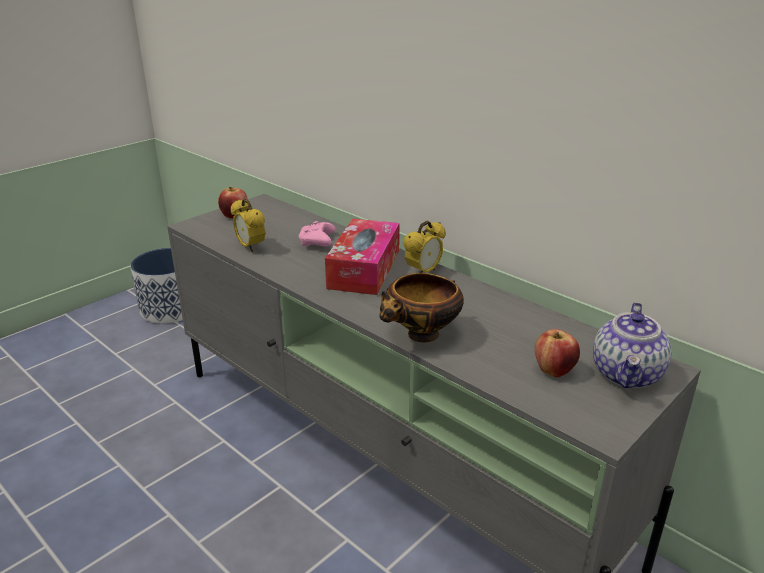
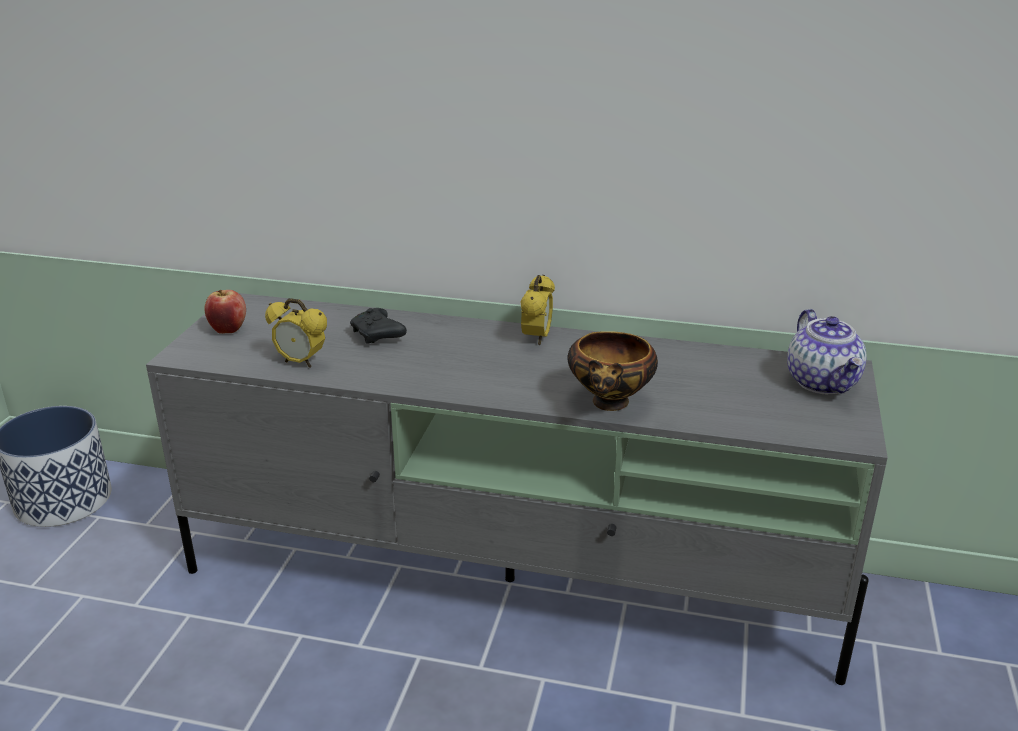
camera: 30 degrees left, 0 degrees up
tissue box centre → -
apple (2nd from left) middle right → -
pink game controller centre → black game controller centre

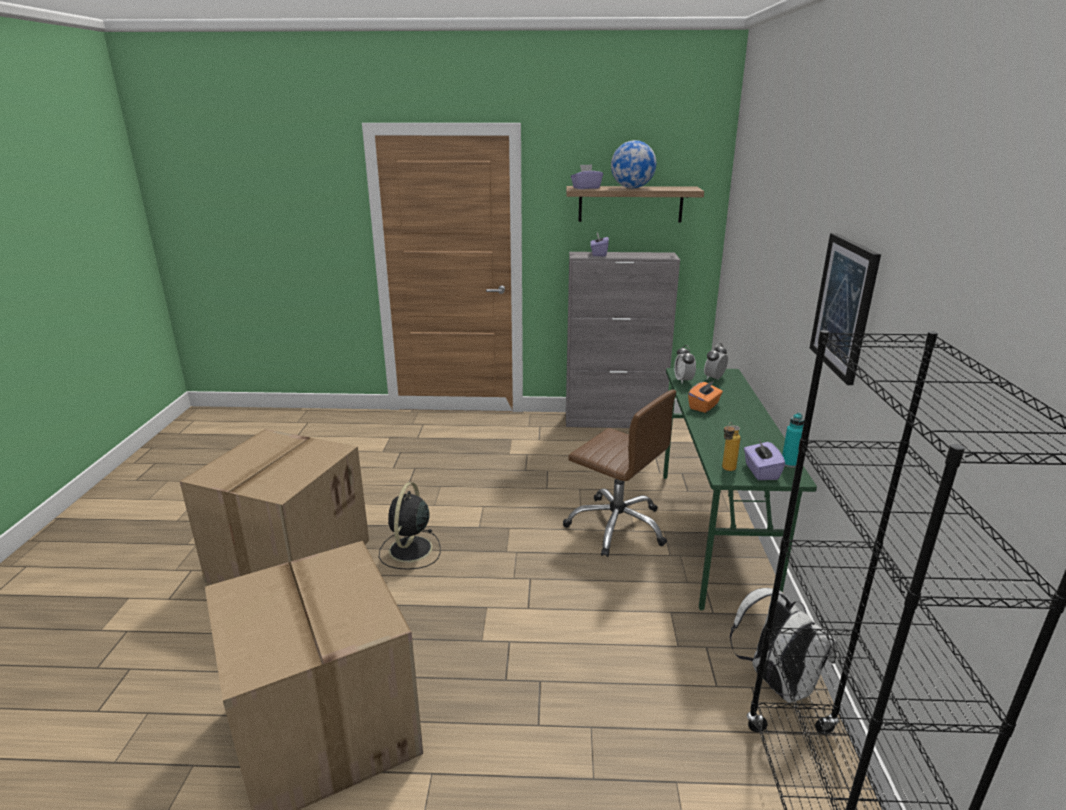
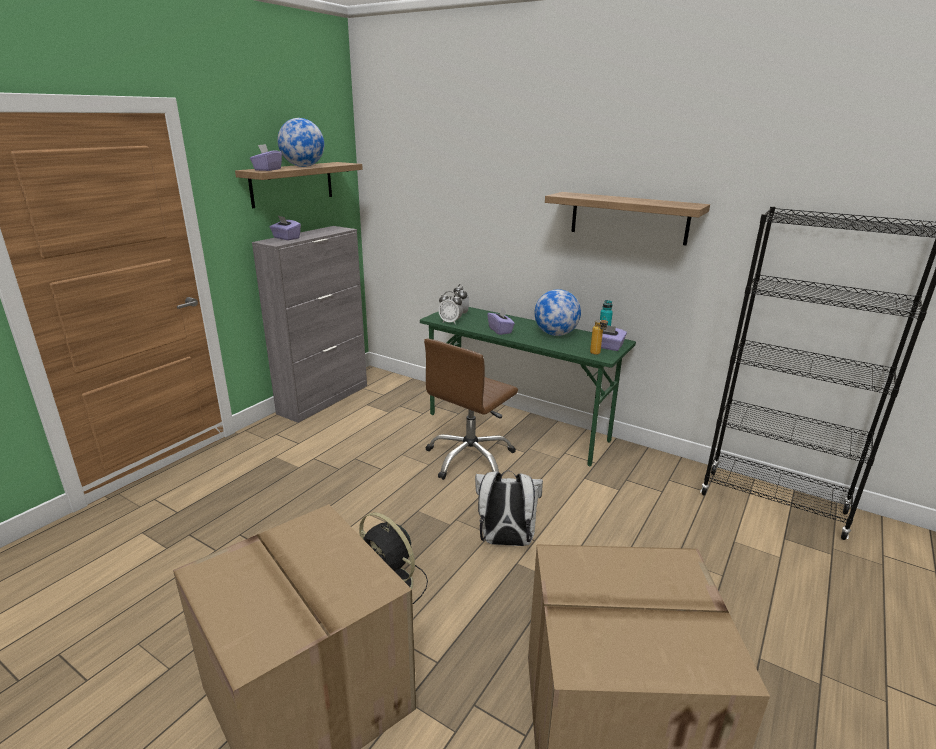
camera: 60 degrees left, 0 degrees up
- → globe (2nd from left) centre
white backpack bottom right → white backpack bottom centre, move
picture middle right → shelf (2nd from left) top right
orange tissue box centre → purple tissue box (3rd from left) centre
brown office chair centre, 150 degrees clockwise

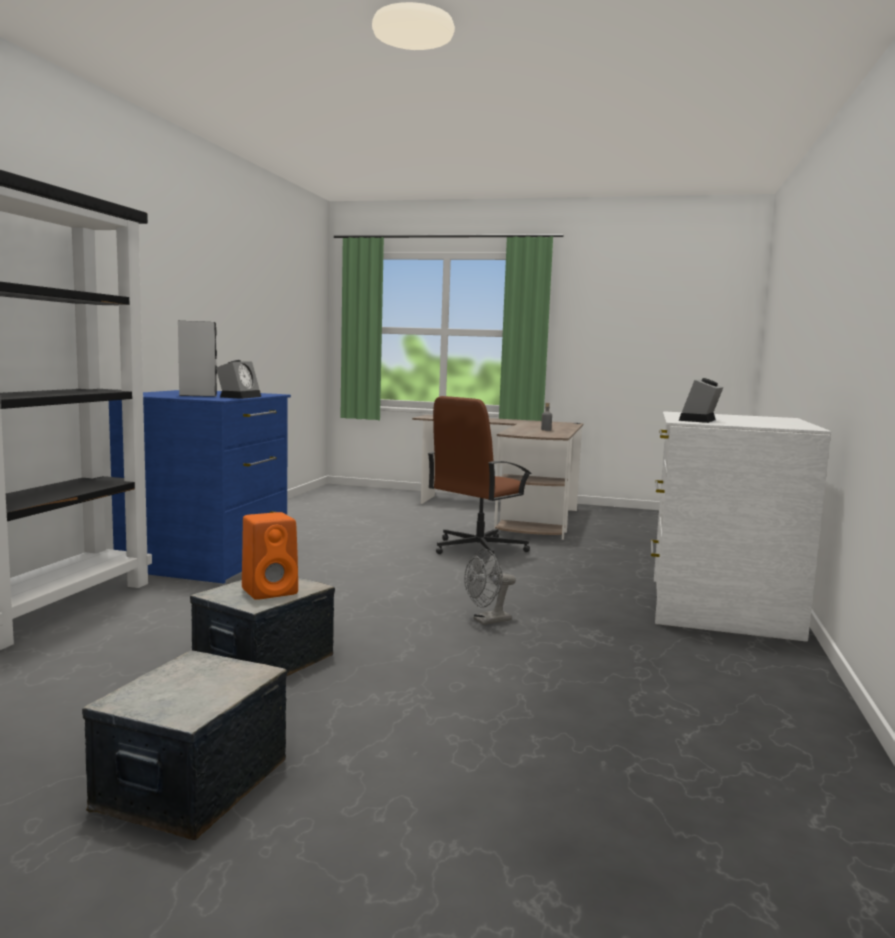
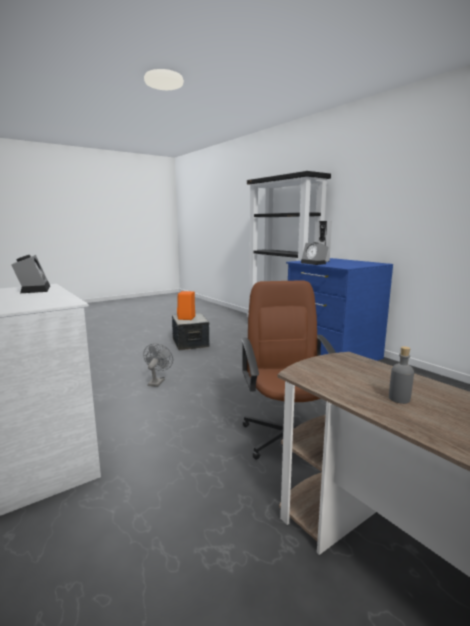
camera: 130 degrees right, 5 degrees up
storage box (1st from left) bottom left → -

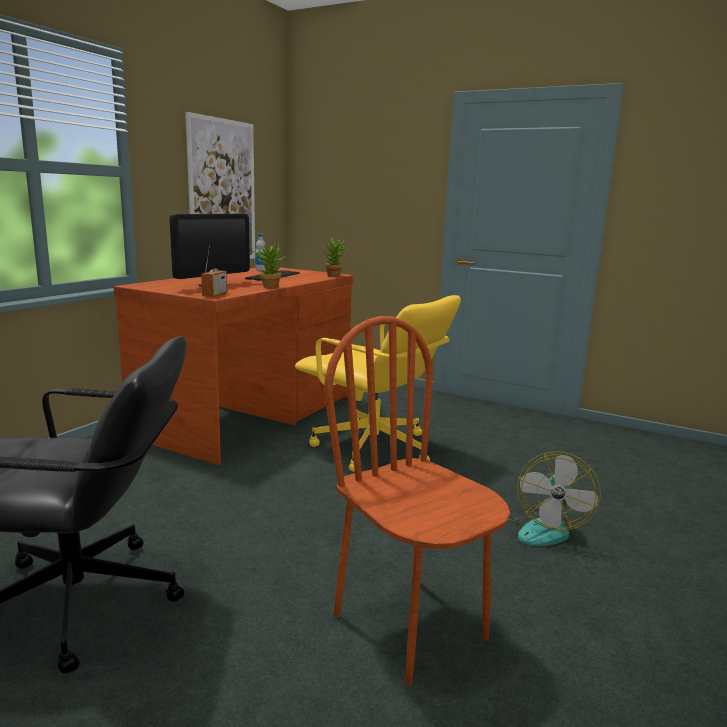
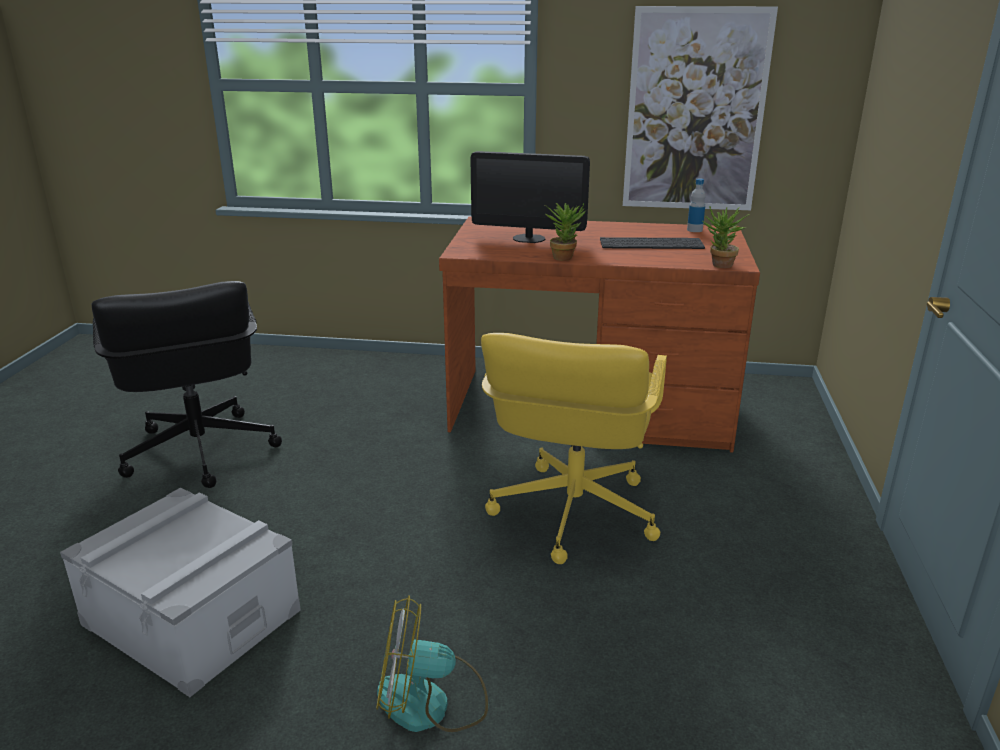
camera: 70 degrees right, 10 degrees up
radio middle left → -
brown chair bottom centre → grey storage box bottom left

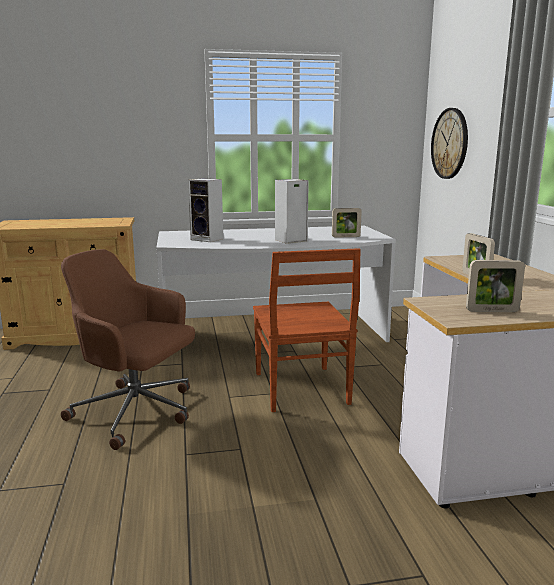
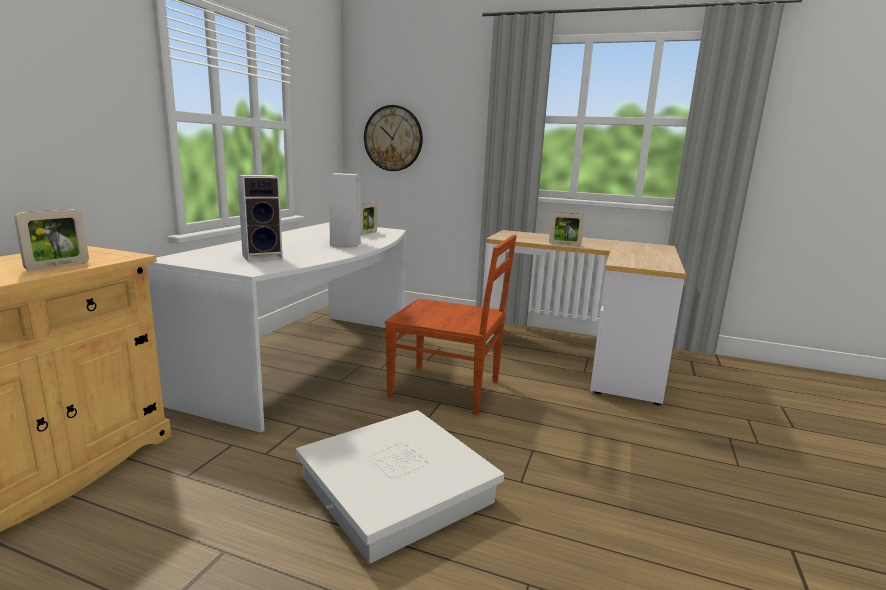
camera: 60 degrees left, 0 degrees up
picture frame (3rd from left in the first image) middle right → picture frame (1st from left) middle left, move
brown office chair middle left → white storage box bottom centre

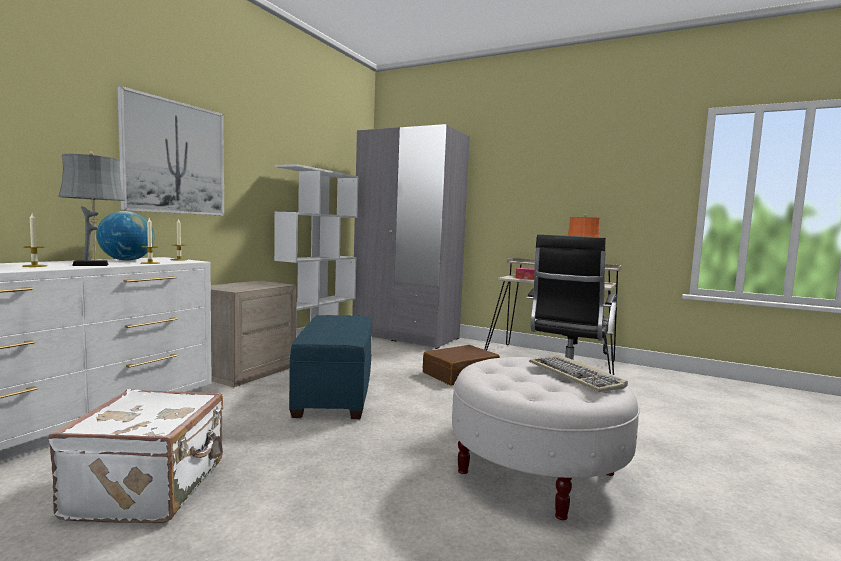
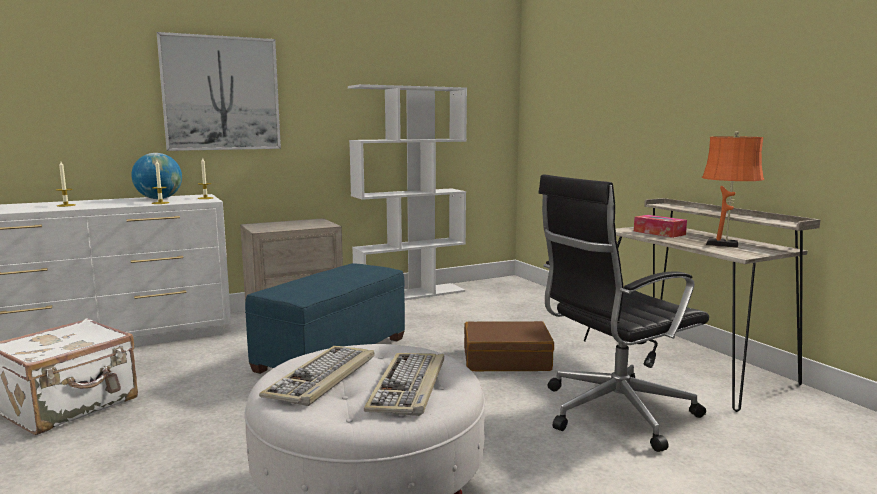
camera: 35 degrees right, 5 degrees up
grey table lamp middle left → -
grey wardrobe centre → -
- → keyboard (1st from left) bottom centre

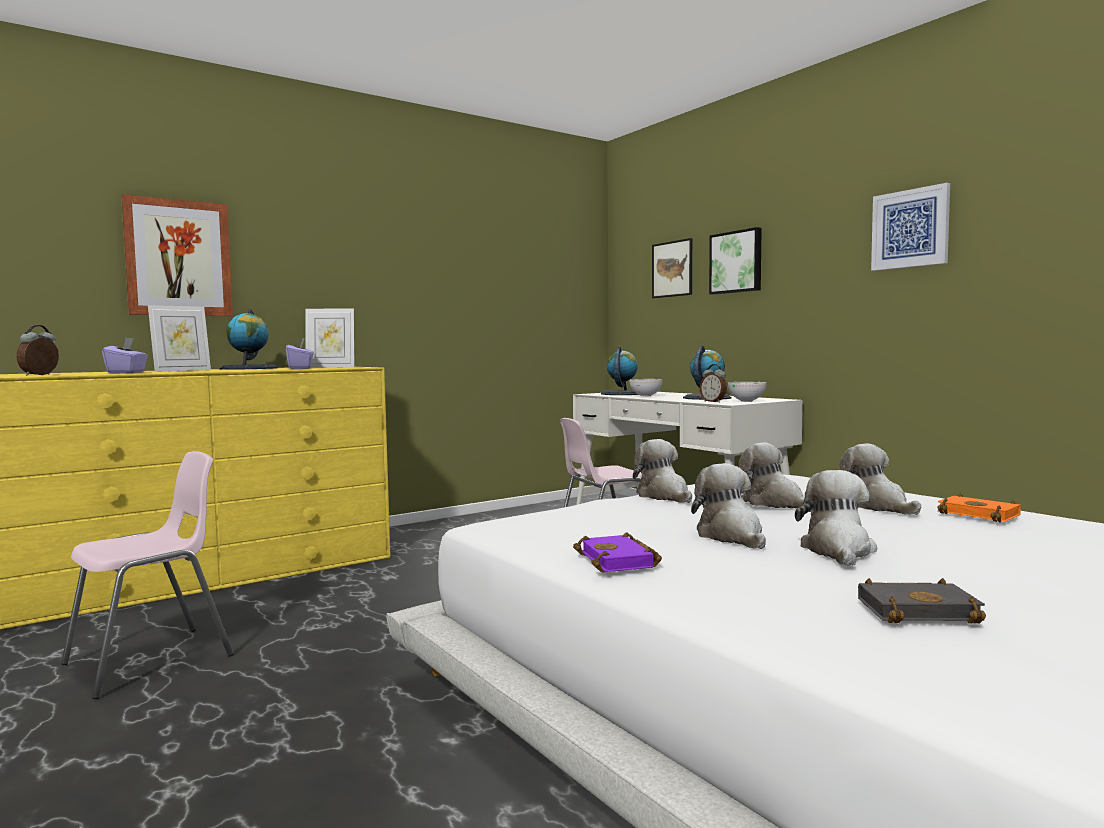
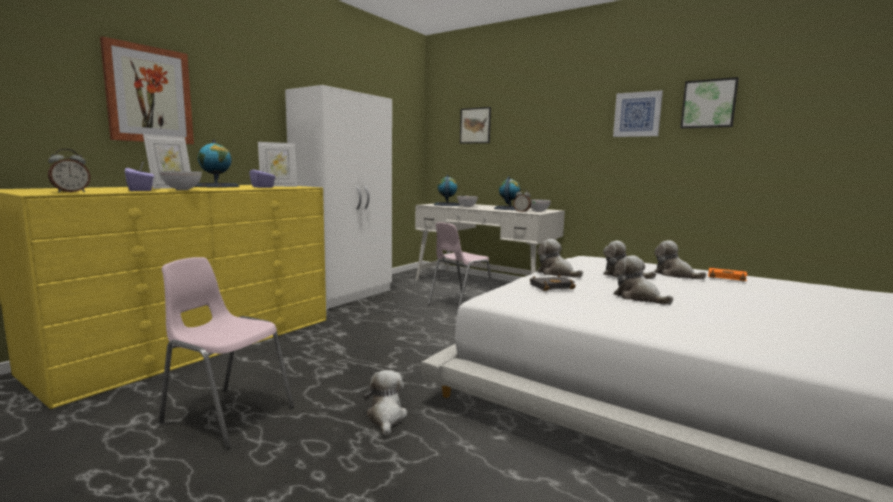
camera: 20 degrees left, 5 degrees up
purple book bottom centre → -
- → bowl (1st from left) middle left
- → white wardrobe centre
picture (3rd from left in the first image) top centre → picture (4th from left) top right, move
plush toy (4th from left in the first image) middle right → plush toy (1st from left) bottom centre, move
black book bottom right → black book centre, move
alarm clock (1st from left) middle left, 135 degrees counterclockwise
pink chair (1st from left) bottom left, 90 degrees counterclockwise

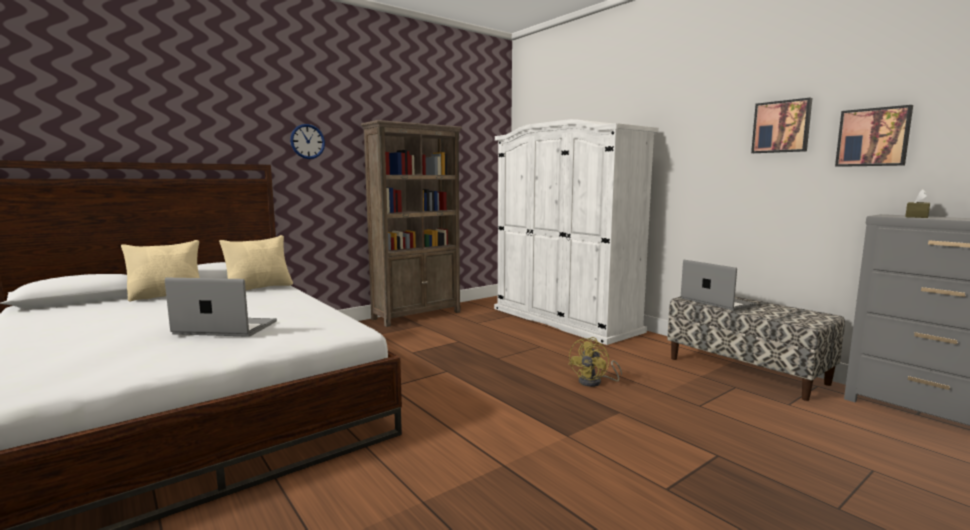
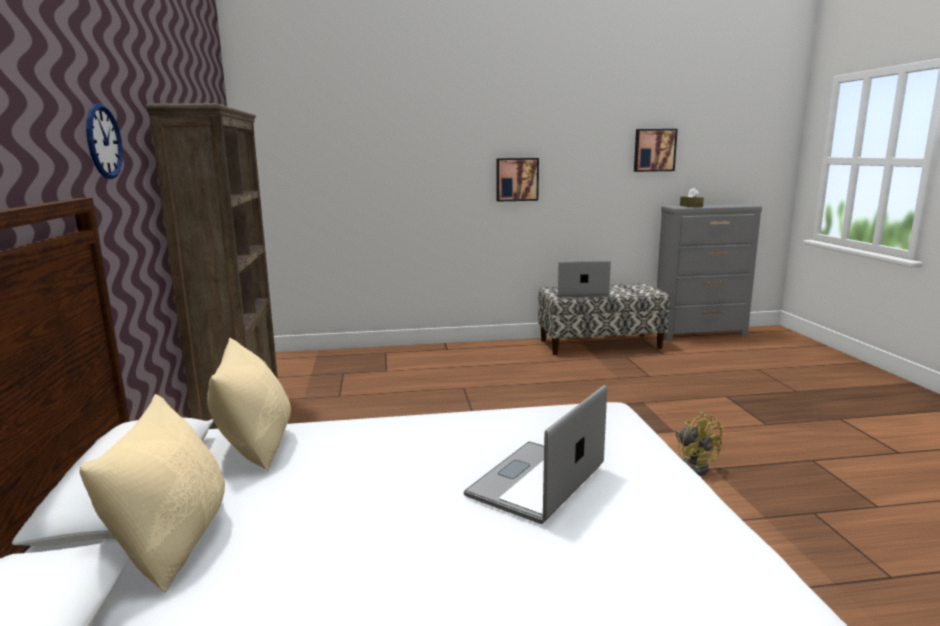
camera: 60 degrees left, 5 degrees up
white wardrobe centre → -
yellow fan bottom centre → yellow fan bottom right, move
picture (1st from left) top right → picture (1st from left) top centre, move

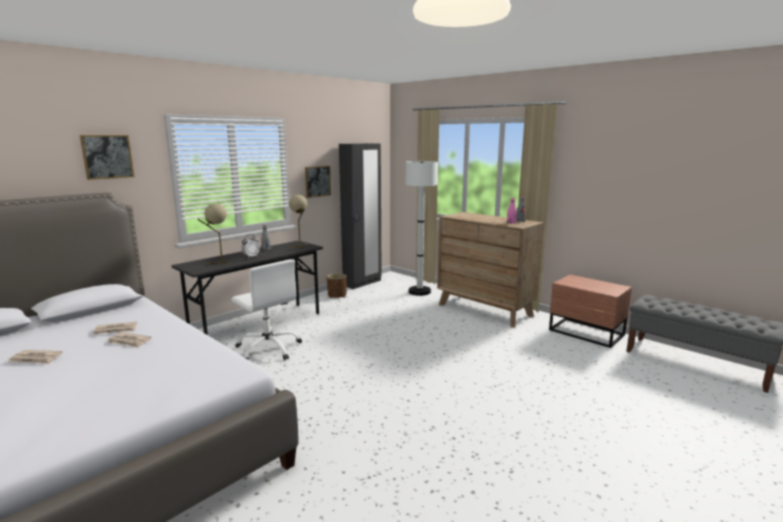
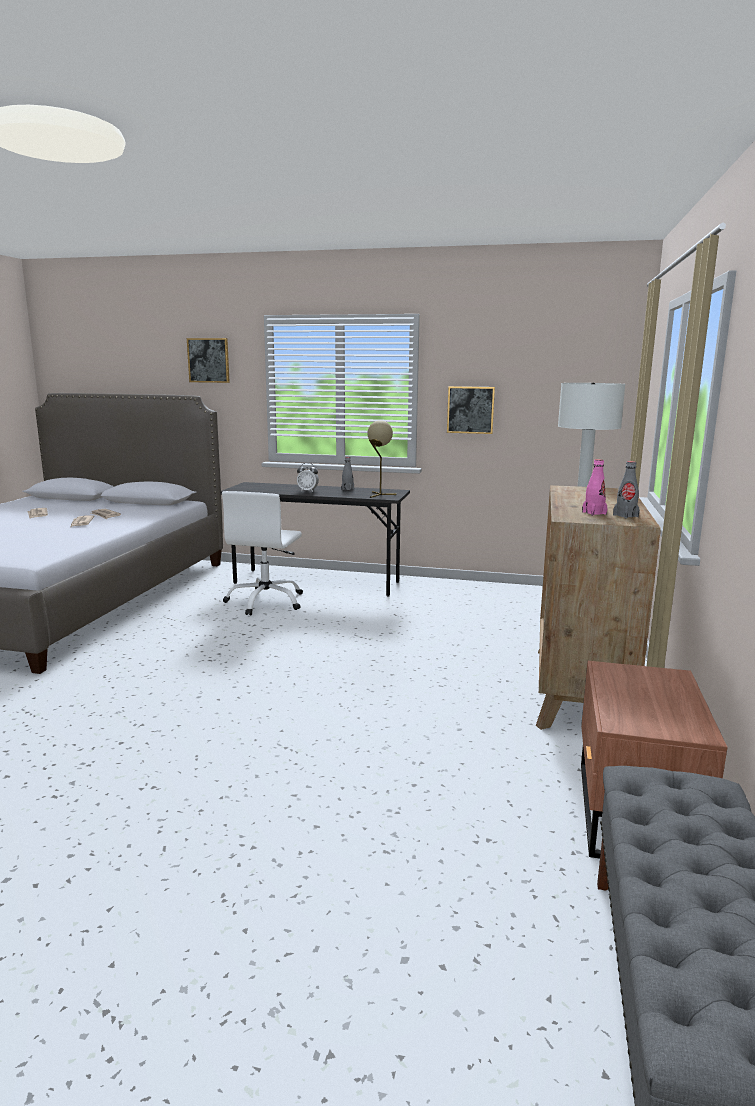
camera: 60 degrees right, 0 degrees up
beige table lamp (1st from left) middle left → -
brown planter centre → -
black wardrobe centre → -

